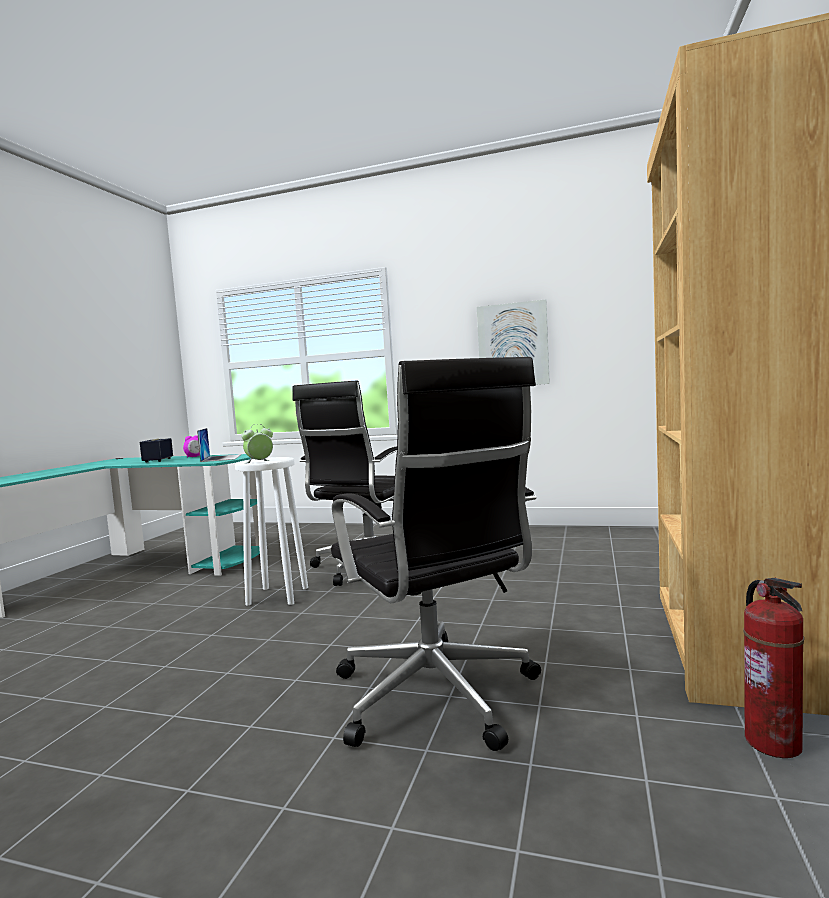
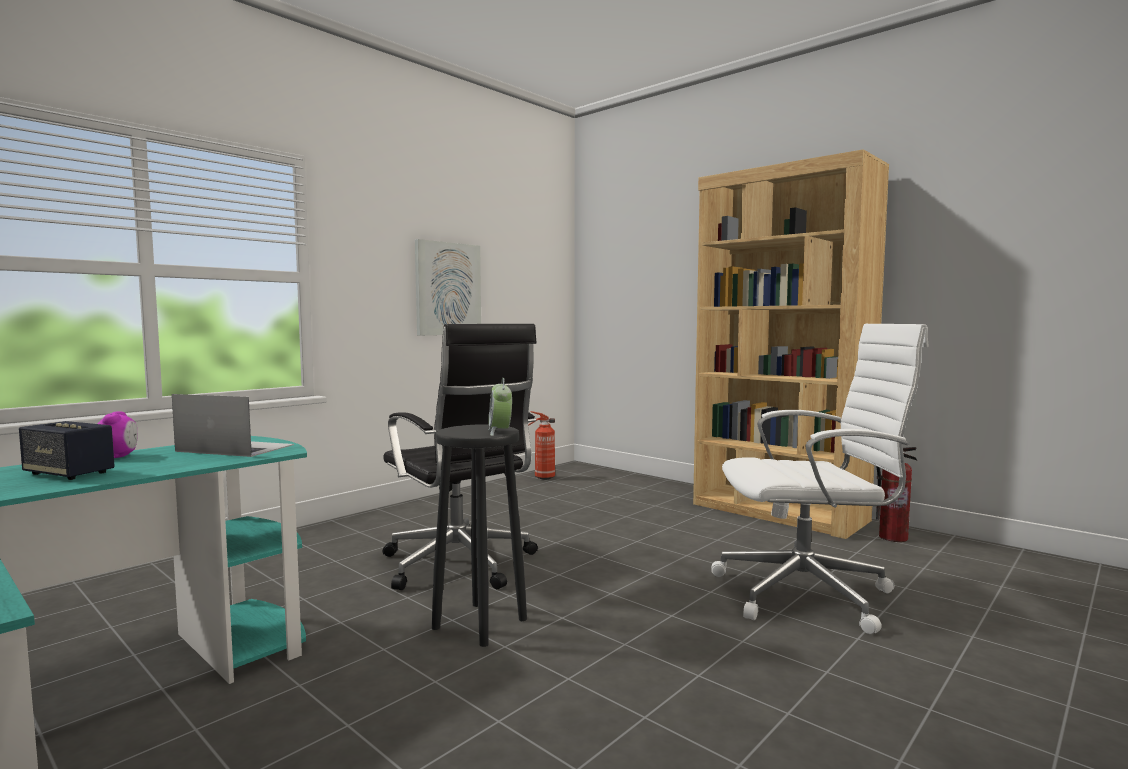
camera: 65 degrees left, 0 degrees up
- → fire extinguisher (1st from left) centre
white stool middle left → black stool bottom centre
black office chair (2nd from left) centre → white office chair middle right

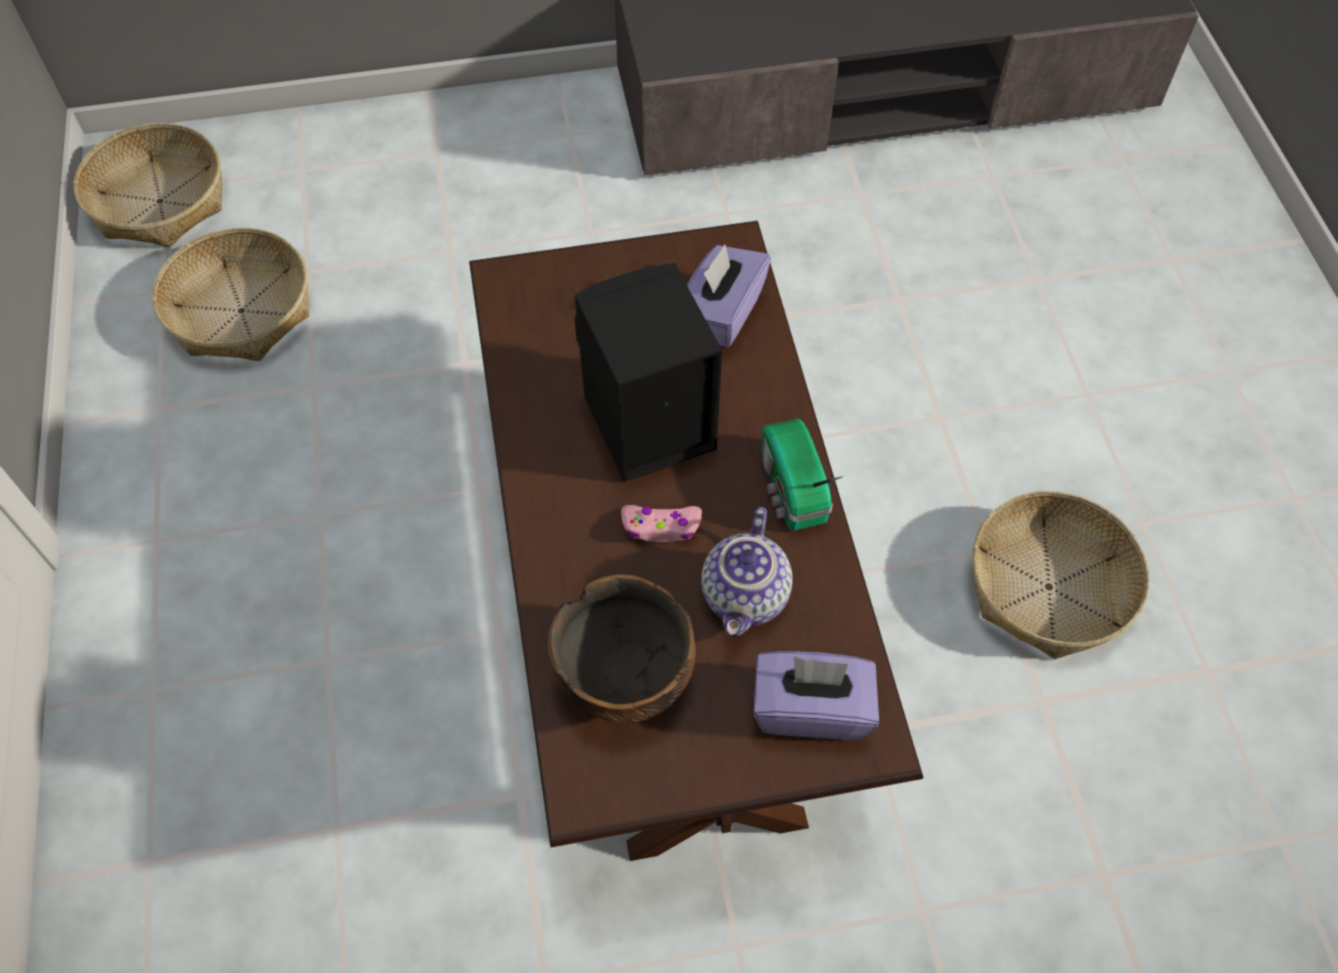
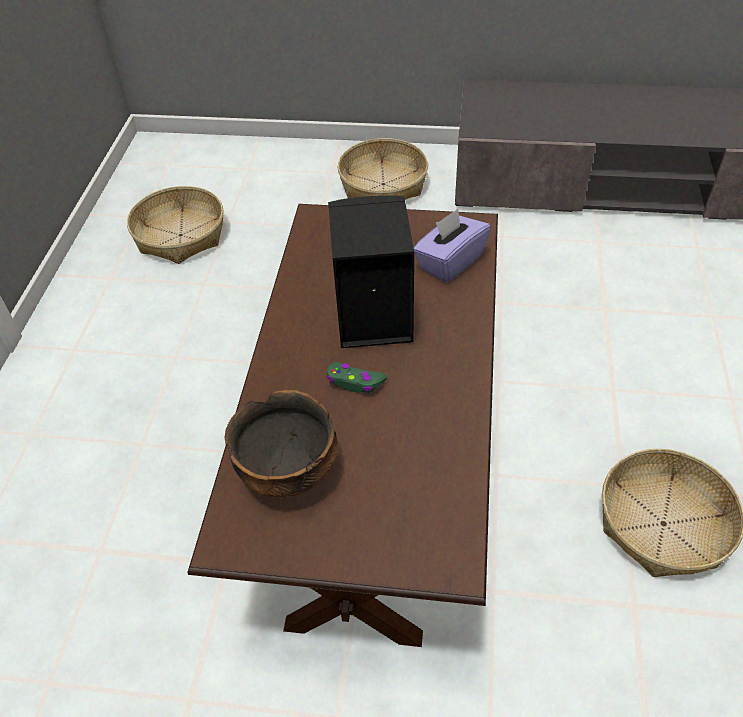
camera: 20 degrees right, 10 degrees down
teapot centre → -
purple tissue box (2nd from left) bottom centre → -
radio centre → -
basket (1st from left in the first image) top left → basket (2nd from left) top centre, move
pink game controller centre → green game controller centre

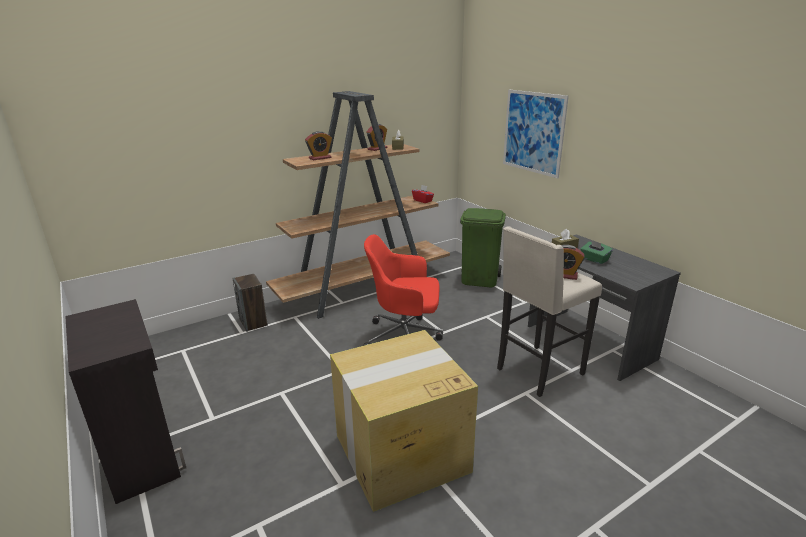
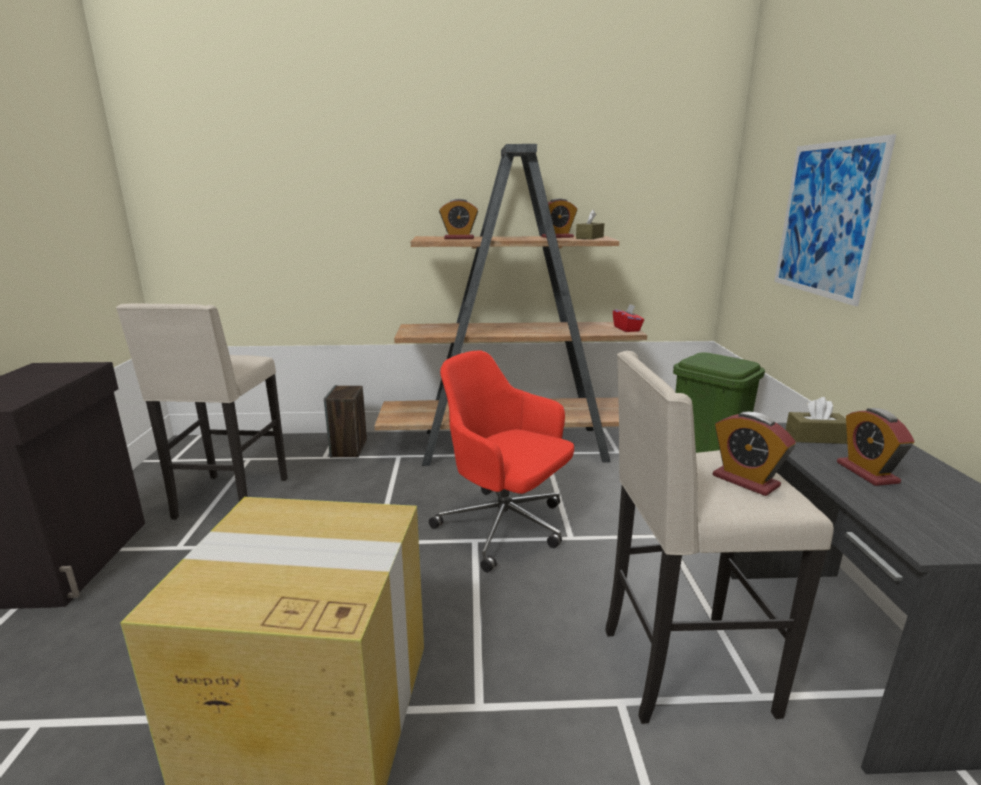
camera: 30 degrees right, 5 degrees down
- → beige stool (1st from left) middle left
green tissue box middle right → alarm clock (4th from left) middle right

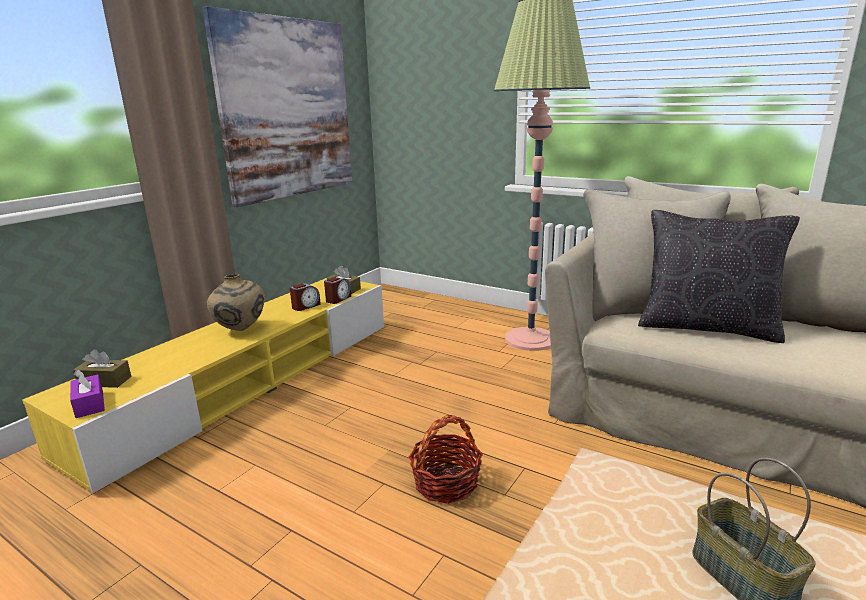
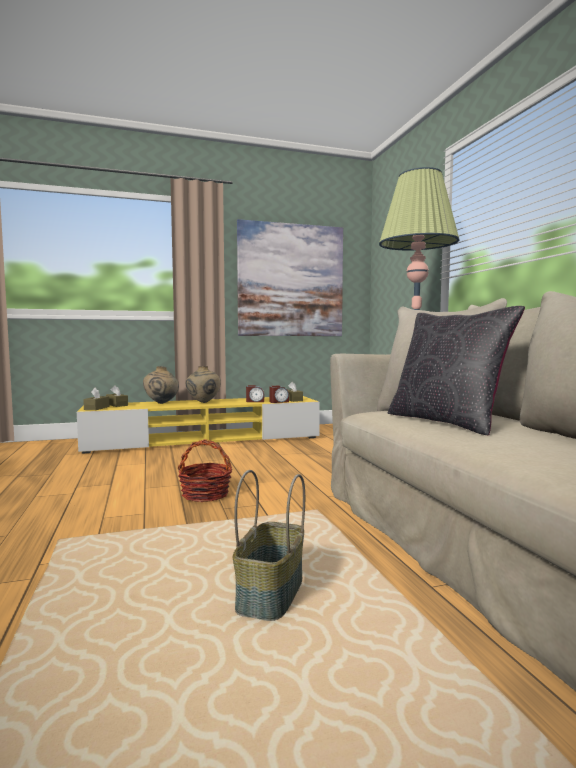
camera: 40 degrees right, 15 degrees down
- → beige vase (1st from left) middle left
purple tissue box middle left → brown tissue box (1st from left) middle left

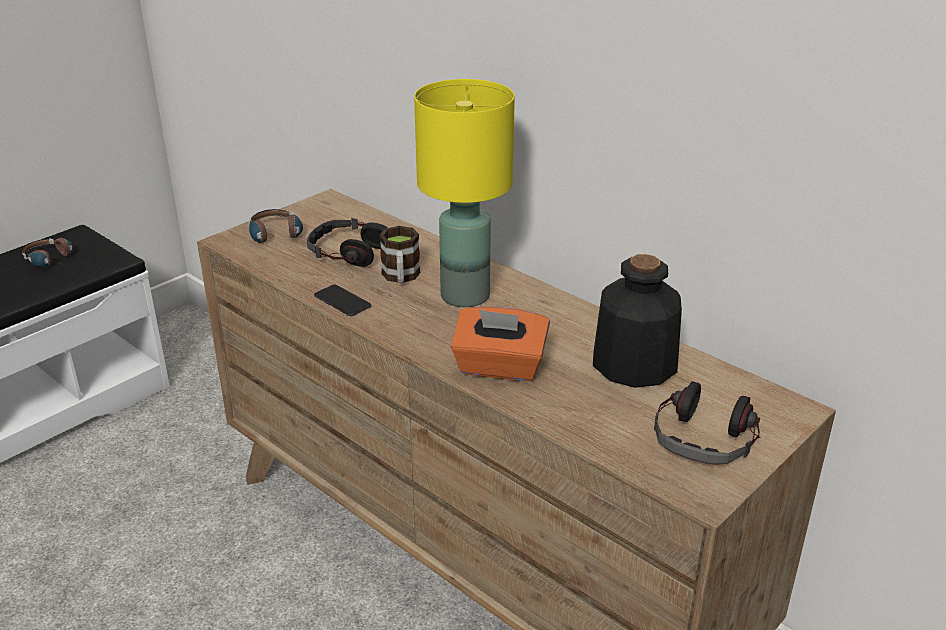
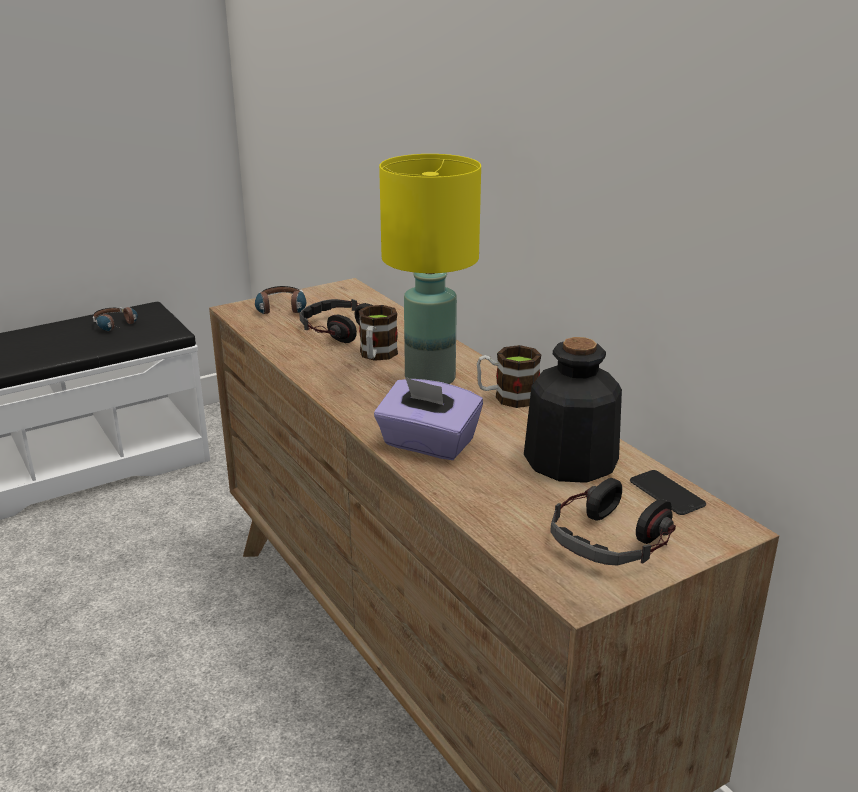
camera: 15 degrees right, 5 degrees down
- → mug (2nd from left) centre
phone centre → phone middle right, move
orange tissue box centre → purple tissue box centre

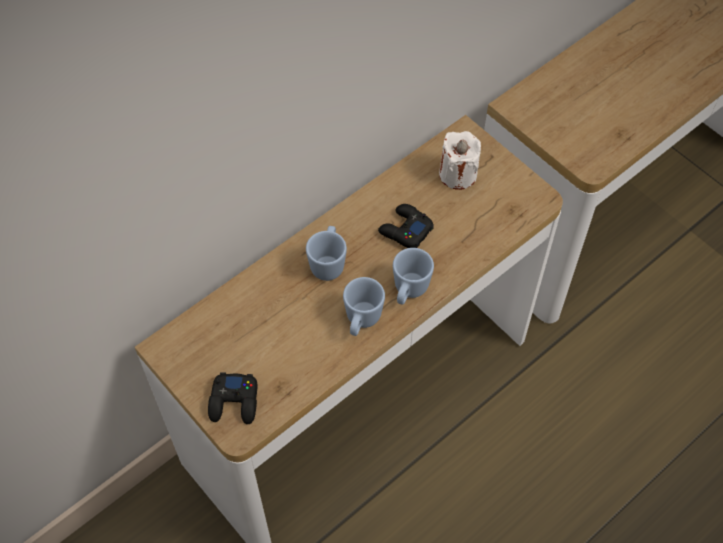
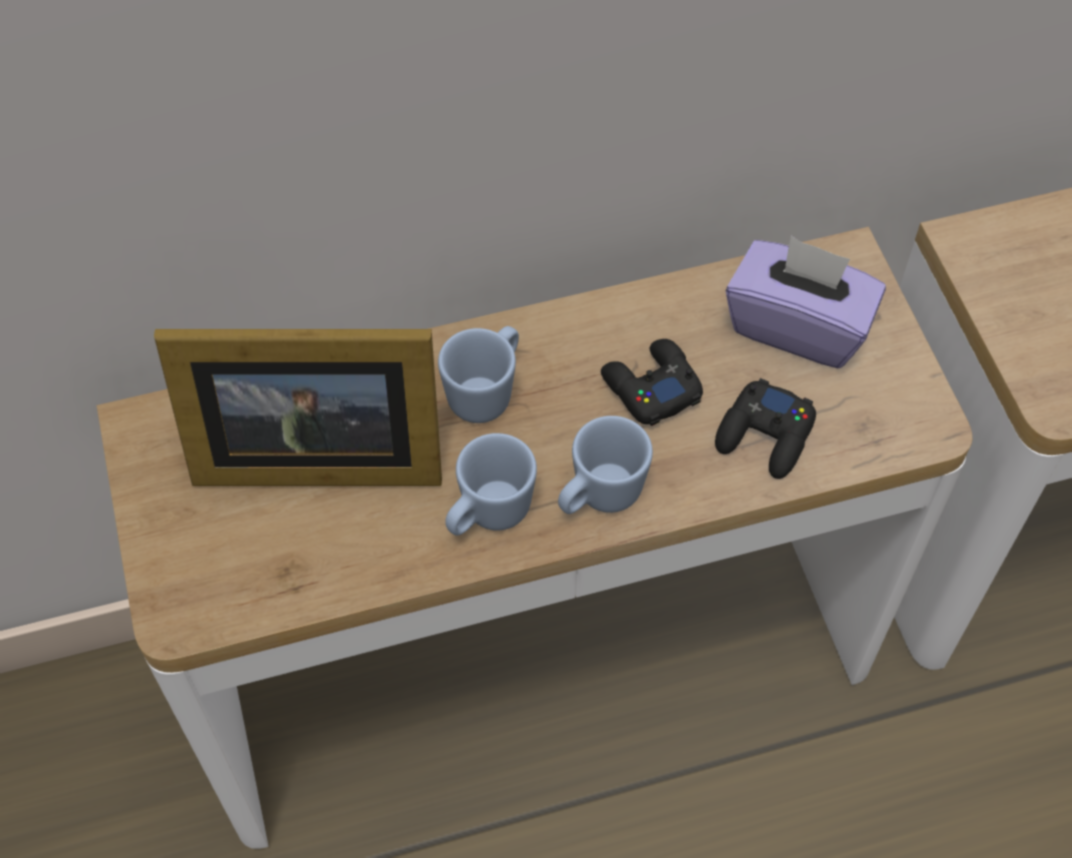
camera: 25 degrees right, 0 degrees up
- → picture frame middle left
black game controller (1st from left in the first image) bottom left → black game controller (2nd from left) middle right, move
white candle top centre → purple tissue box middle right

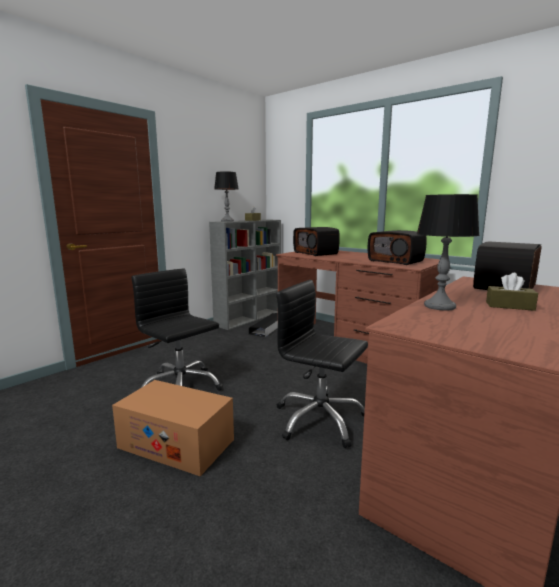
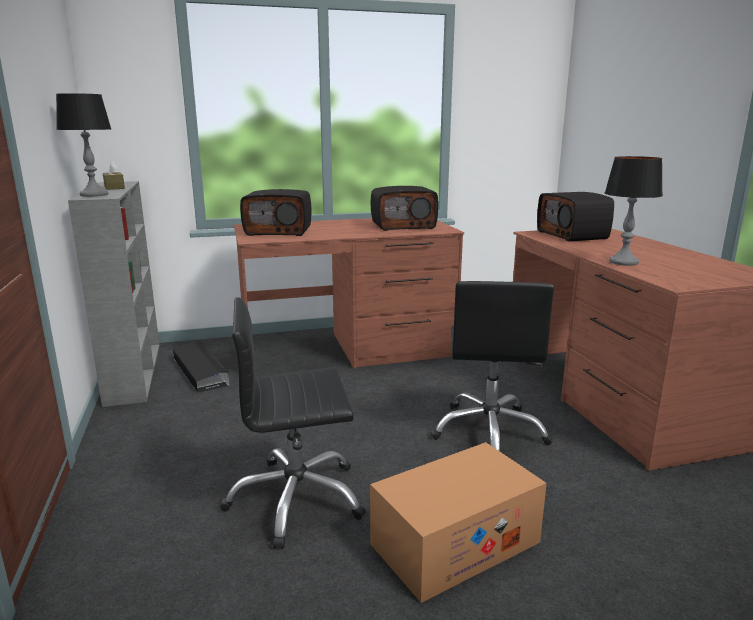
camera: 55 degrees left, 5 degrees up
brown tissue box (2nd from left) middle right → -
black office chair (2nd from left) centre, 60 degrees counterclockwise

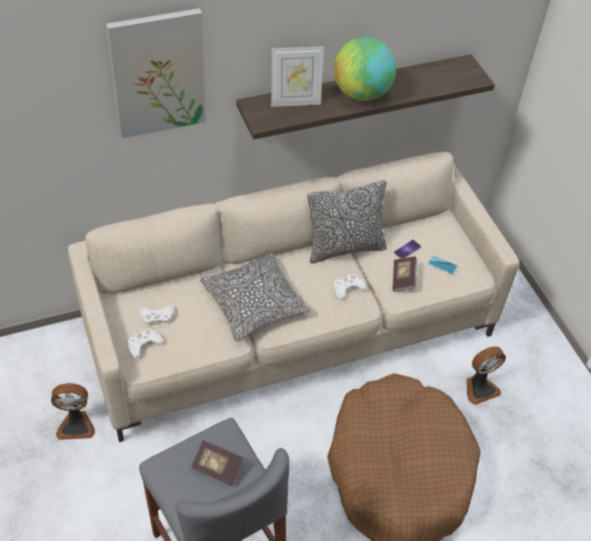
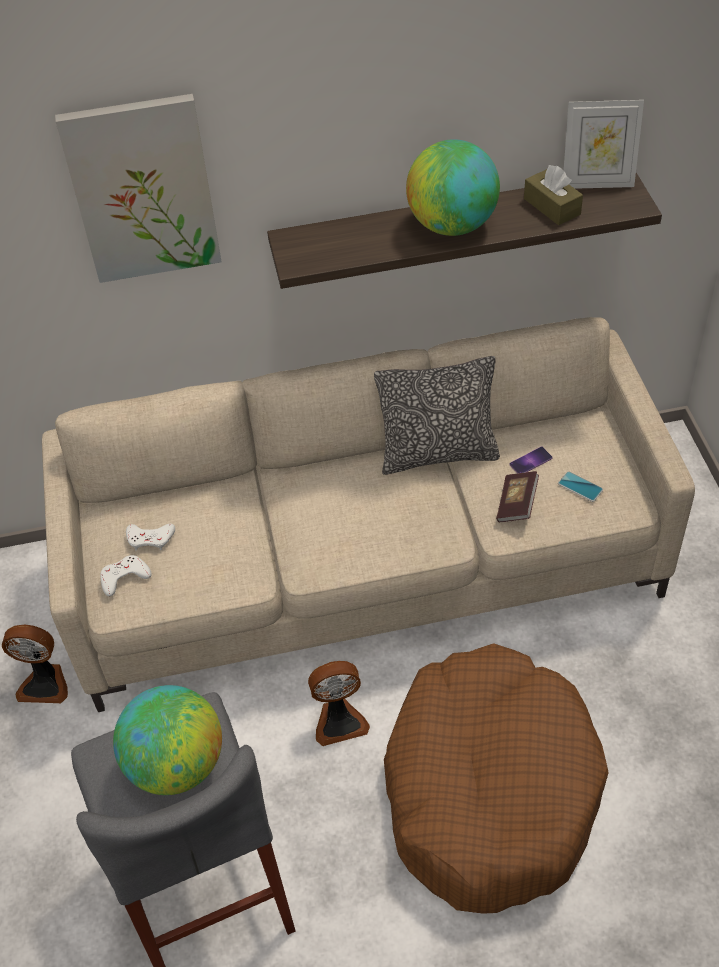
camera: 15 degrees right, 0 degrees up
pillow (1st from left) centre → -
white game controller (3rd from left) centre → -
- → brown tissue box top right
picture frame top centre → picture frame top right, move
fan (2nd from left) bottom right → fan (2nd from left) bottom centre, move
book (1st from left) bottom centre → globe (1st from left) bottom left

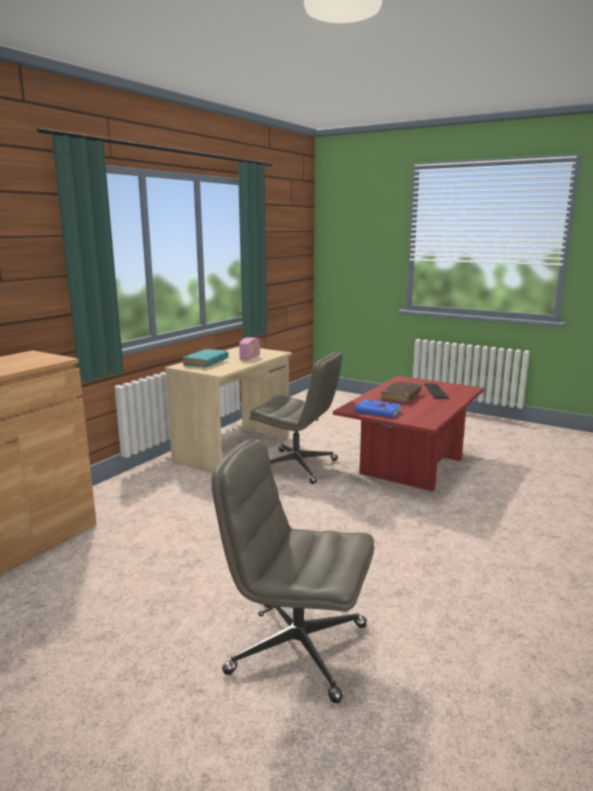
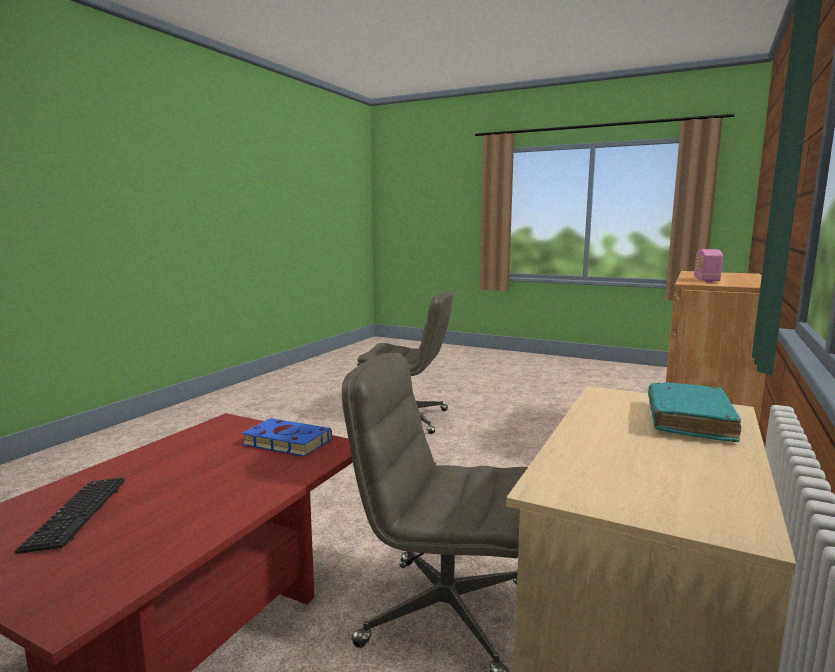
camera: 175 degrees right, 5 degrees down
brown book middle right → -
radio centre → radio middle right, move

